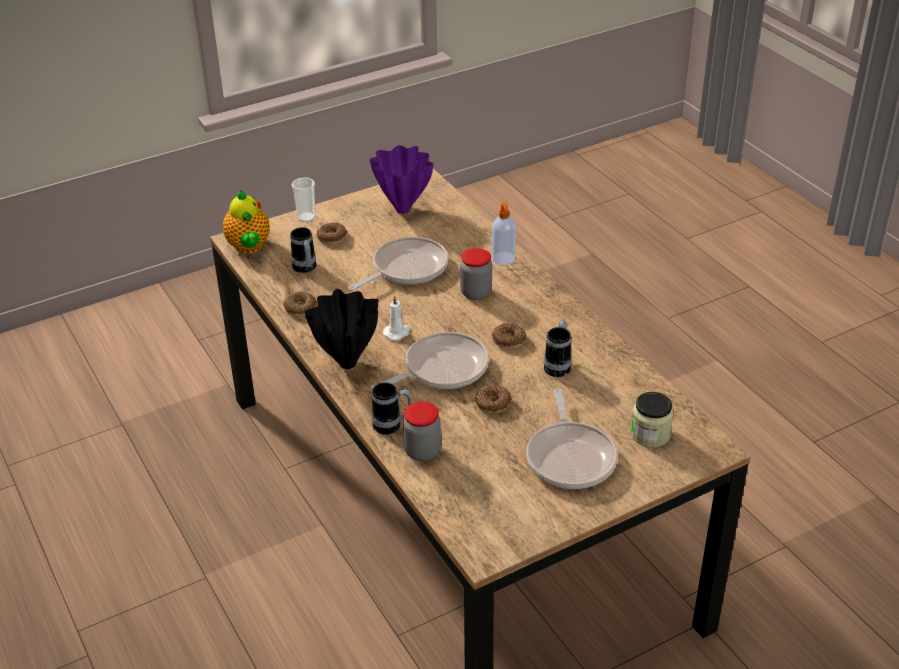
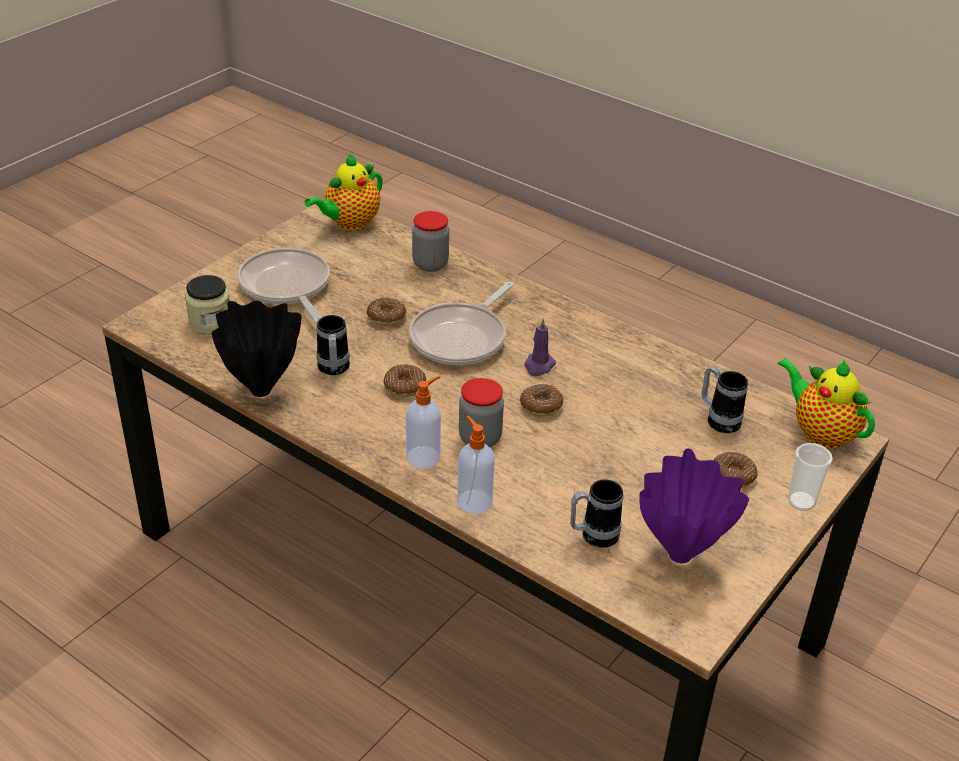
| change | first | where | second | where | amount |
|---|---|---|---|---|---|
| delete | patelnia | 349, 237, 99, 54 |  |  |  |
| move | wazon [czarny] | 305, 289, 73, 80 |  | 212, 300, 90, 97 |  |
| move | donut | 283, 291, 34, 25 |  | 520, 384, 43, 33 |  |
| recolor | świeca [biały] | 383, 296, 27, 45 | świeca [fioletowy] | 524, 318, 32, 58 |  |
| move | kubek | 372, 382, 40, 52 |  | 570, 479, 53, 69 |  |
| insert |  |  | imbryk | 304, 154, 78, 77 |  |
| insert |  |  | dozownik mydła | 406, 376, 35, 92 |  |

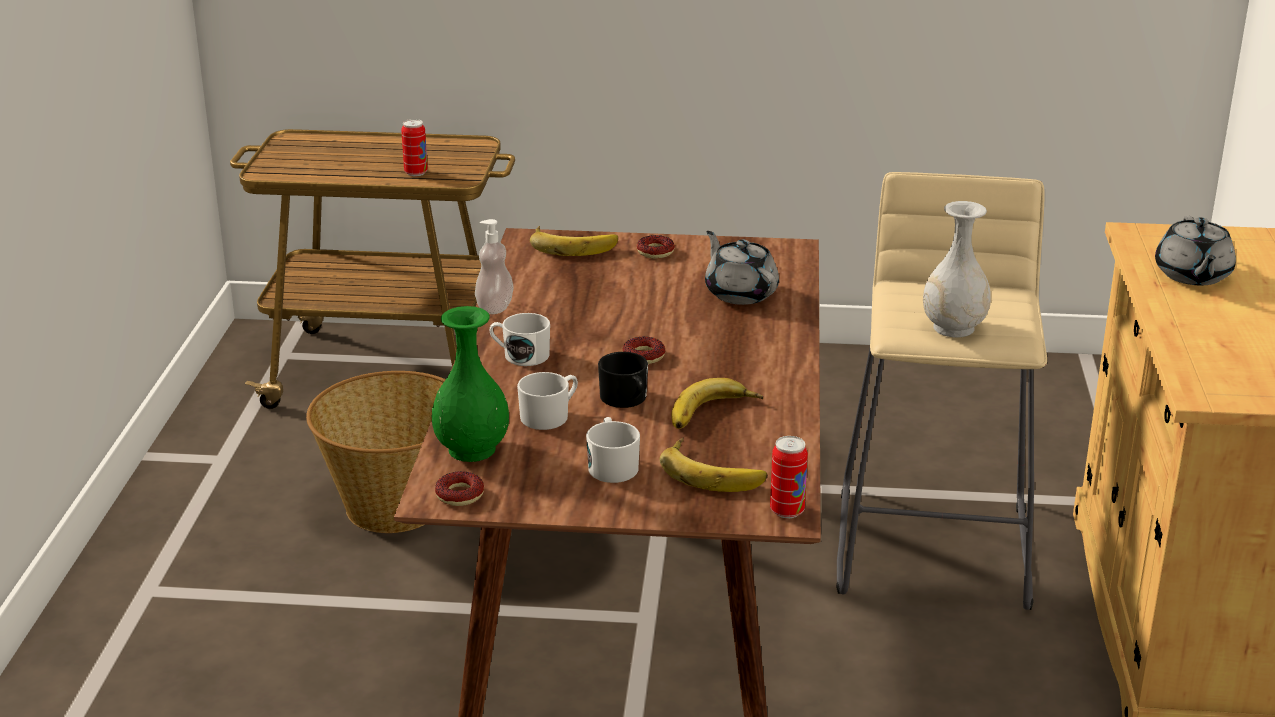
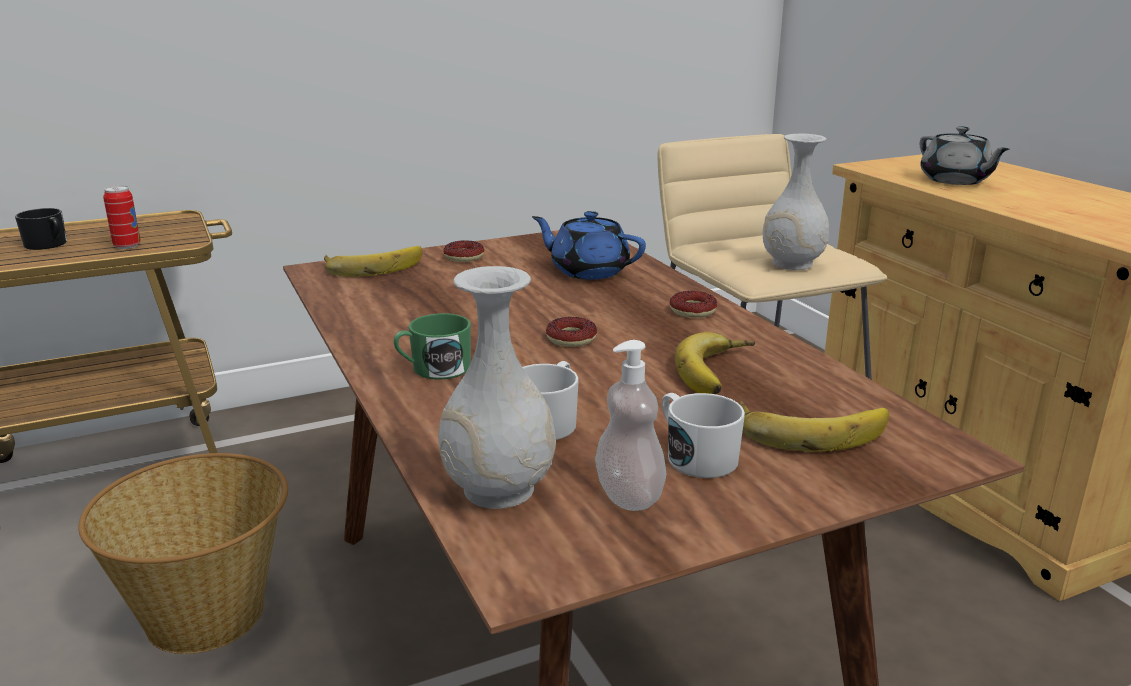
| change | first | where | second | where | amount |
|---|---|---|---|---|---|
| move | dozownik mydła | 475, 219, 39, 95 |  | 595, 340, 71, 171 |  |
| recolor | imbryk [szary] | 705, 231, 74, 74 | imbryk [niebieski] | 532, 211, 114, 69 |  |
| recolor | wazon [zielony] | 432, 306, 77, 156 | wazon [biały] | 438, 266, 118, 243 |  |
| recolor | kubek [biały] | 489, 313, 61, 53 | kubek [zielony] | 393, 313, 78, 67 |  |
| move | kubek [czarny] | 598, 352, 50, 56 |  | 15, 208, 52, 42 |  |
| delete | puszka | 770, 436, 38, 82 |  |  |  |
| move | donut | 435, 471, 49, 35 |  | 670, 291, 47, 27 |  |

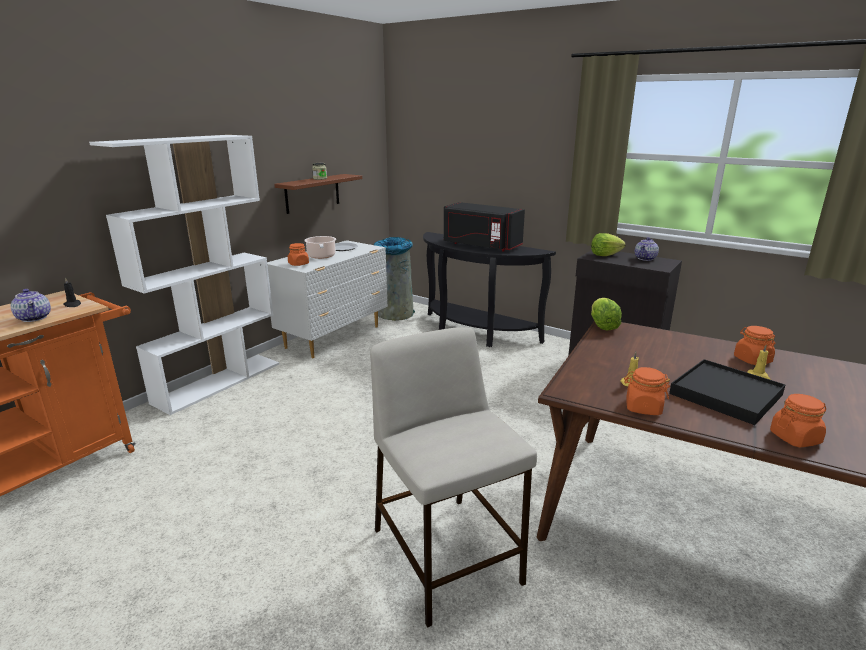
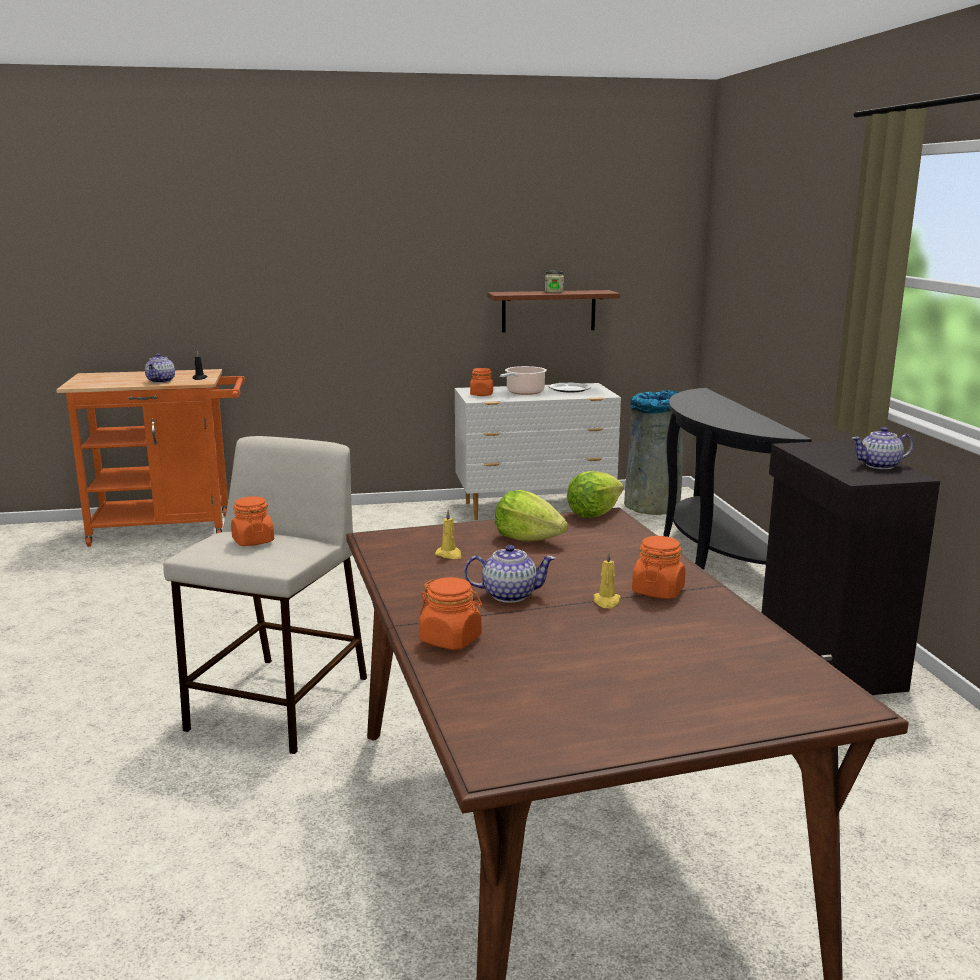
| change | first | where | second | where | amount |
|---|---|---|---|---|---|
| delete | regał [biały] | 89, 135, 190, 280 |  |  |  |
| delete | mikrofalówka [czarny] | 444, 202, 81, 49 |  |  |  |
| move | sałata | 591, 233, 35, 23 |  | 495, 490, 73, 51 |  |
| replace | taca [czarny] | 669, 359, 116, 66 | imbryk | 464, 545, 92, 58 |  |
| move | słoik [pomarańczowy] | 624, 367, 46, 48 |  | 231, 496, 43, 50 |  |

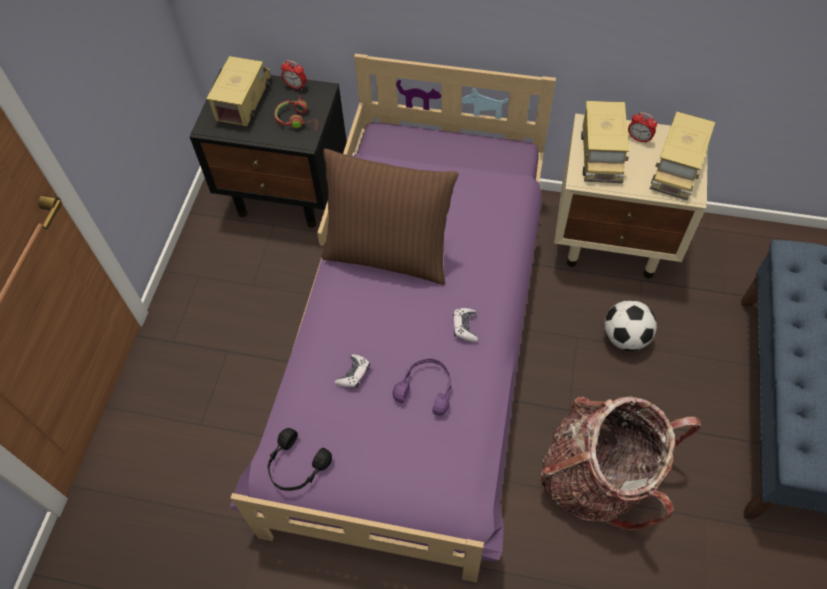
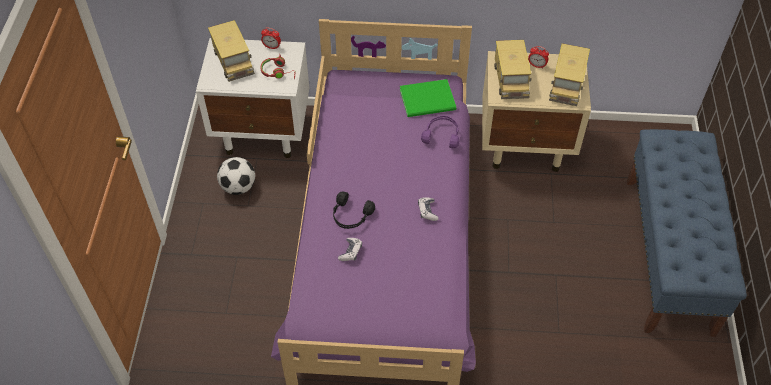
| change | first | where | second | where | amount |
|---|---|---|---|---|---|
| rotate | ciężarówka zabawkowa | 206, 56, 66, 70 |  | 208, 20, 47, 62 | 150 degrees clockwise |
| recolor | szafka nocna [czarny] | 190, 69, 157, 159 | szafka nocna [biały] | 196, 38, 113, 120 |  |
| delete | poduszka [brązowy] | 322, 149, 137, 136 |  |  |  |
| move | piłka futbolowa | 604, 300, 53, 51 |  | 217, 157, 38, 38 |  |
| move | słuchawki [fioletowy] | 392, 358, 59, 57 |  | 421, 115, 39, 33 |  |
| delete | plecak | 541, 396, 160, 134 |  |  |  |
| move | słuchawki [czarny] | 267, 428, 65, 63 |  | 333, 191, 42, 38 |  |
| insert |  |  | książka [zielony] | 400, 79, 56, 38 |  |

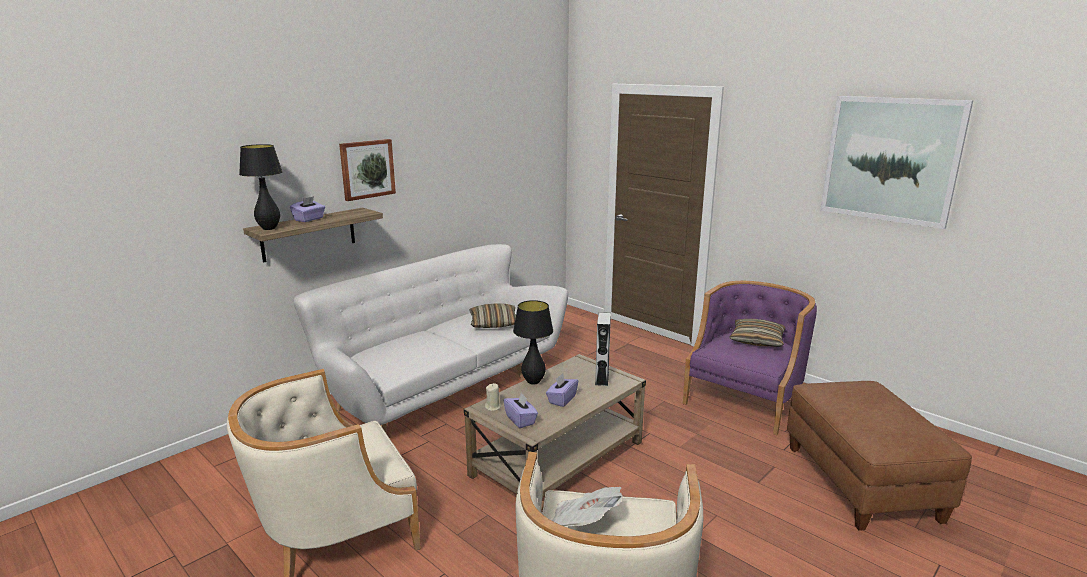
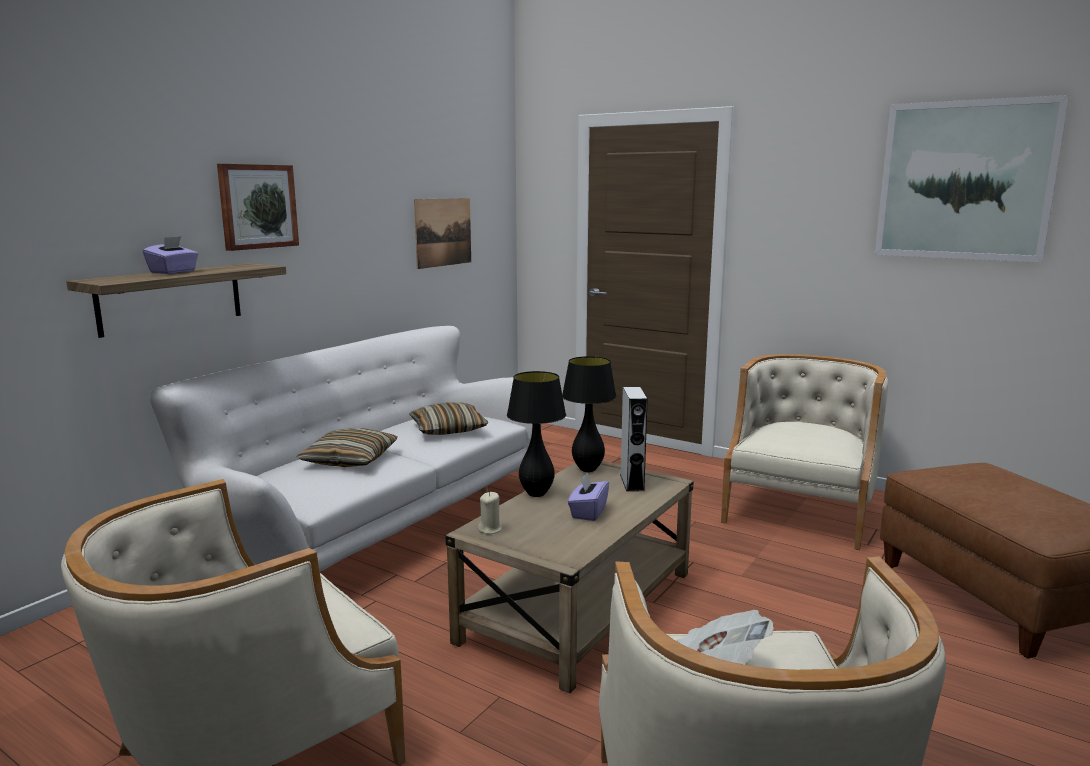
| change | first | where | second | where | amount |
|---|---|---|---|---|---|
| move | lampa stołowa [czarny] | 239, 144, 43, 86 |  | 562, 356, 54, 116 |  |
| recolor | fotel [fioletowy] | 683, 281, 134, 154 | fotel [beżowy] | 721, 354, 167, 196 |  |
| move | poduszka | 729, 319, 56, 28 |  | 296, 428, 101, 39 |  |
| delete | pudełko chusteczek [fioletowy] | 503, 393, 35, 35 |  |  |  |
| insert |  |  | obraz | 414, 198, 57, 71 |  |

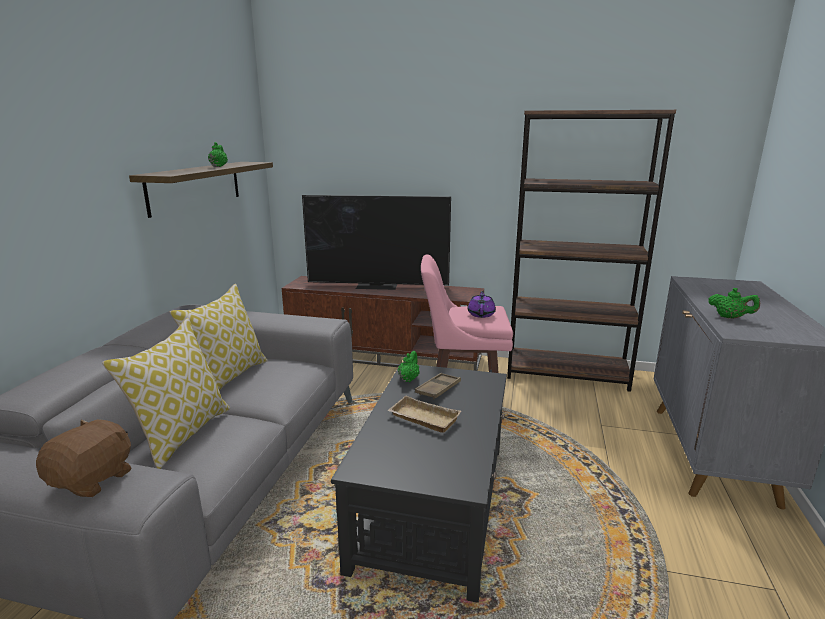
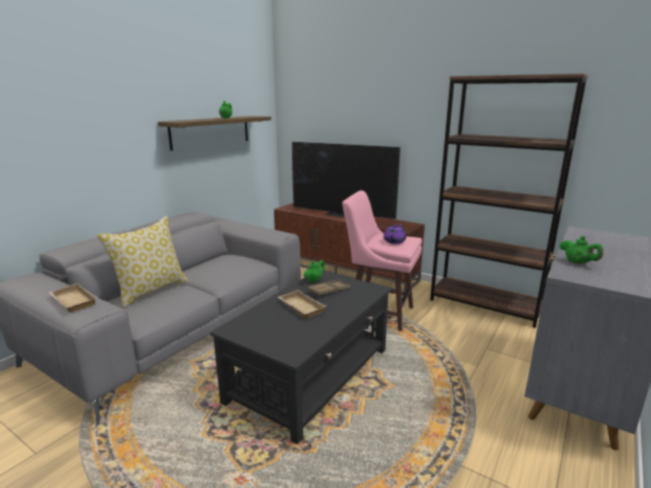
| change | first | where | second | where | amount |
|---|---|---|---|---|---|
| delete | poduszka | 170, 284, 98, 107 |  |  |  |
| replace | pluszak [brązowy] | 36, 419, 95, 78 | taca [beżowy] | 48, 283, 49, 29 |  |

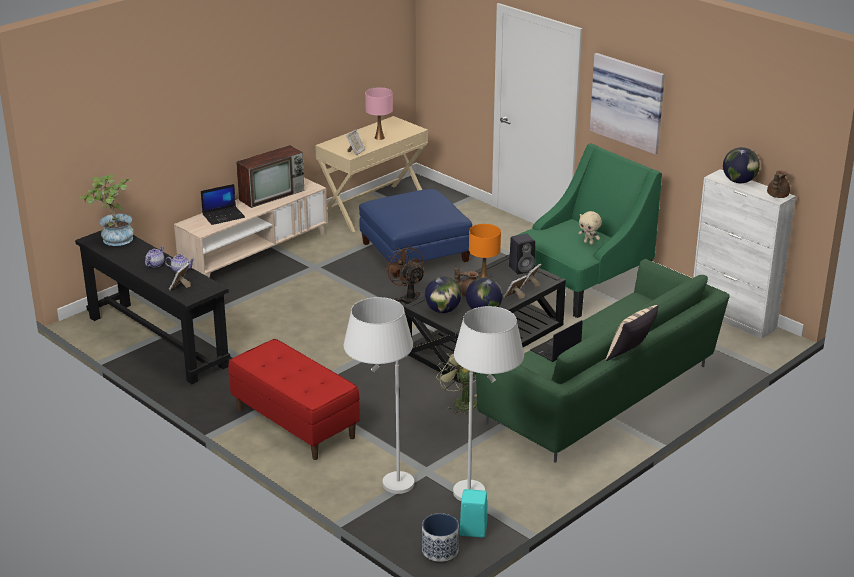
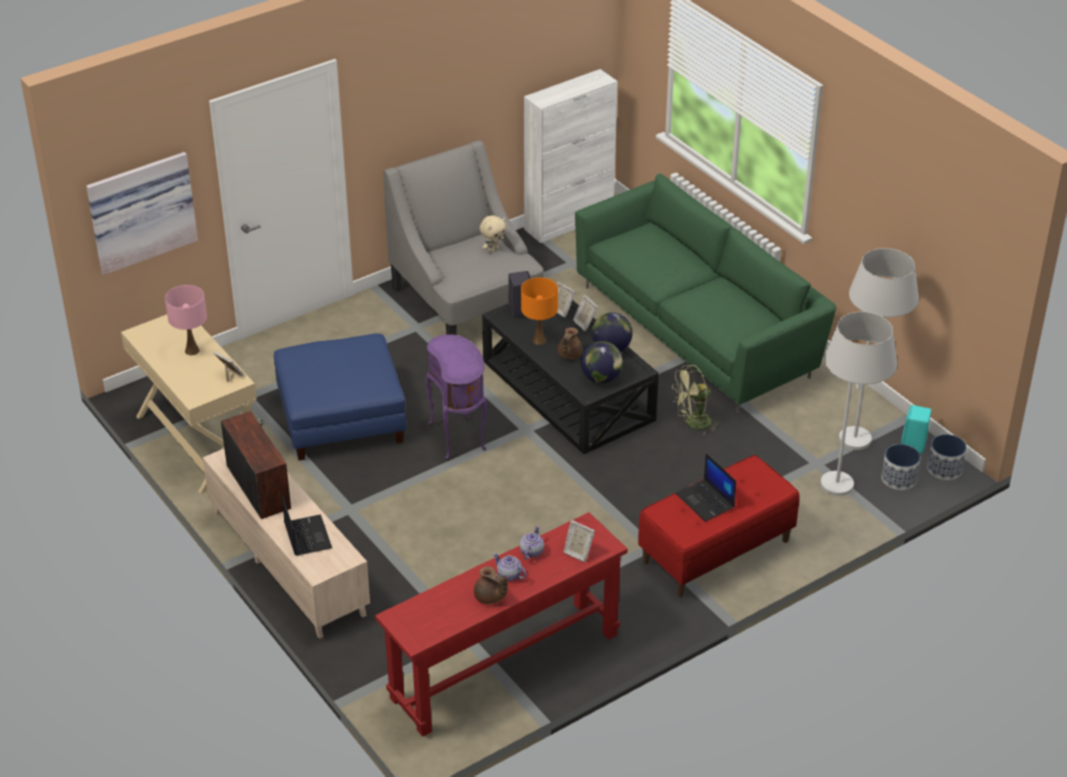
| change | first | where | second | where | amount |
|---|---|---|---|---|---|
| move | obraz | 590, 53, 75, 101 |  | 86, 152, 112, 123 |  |
| recolor | fotel [zielony] | 515, 143, 147, 175 | fotel [szary] | 383, 140, 161, 195 |  |
| delete | globus | 723, 147, 37, 36 |  |  |  |
| move | imbryk [brązowy] | 767, 170, 23, 28 |  | 474, 566, 34, 38 |  |
| delete | roślina doniczkowa | 80, 174, 54, 72 |  |  |  |
| recolor | stolik konsolowy [czarny] | 75, 230, 155, 154 | stolik konsolowy [czerwony] | 375, 512, 253, 225 |  |
| replace | wentylator [brązowy] | 384, 245, 41, 59 | stolik [fioletowy] | 426, 334, 61, 126 |  |
| delete | poduszka [beżowy] | 605, 305, 53, 56 |  |  |  |
| move | laptop | 530, 320, 52, 42 |  | 676, 453, 60, 68 |  |
| insert |  |  | donica | 881, 444, 40, 46 |  |

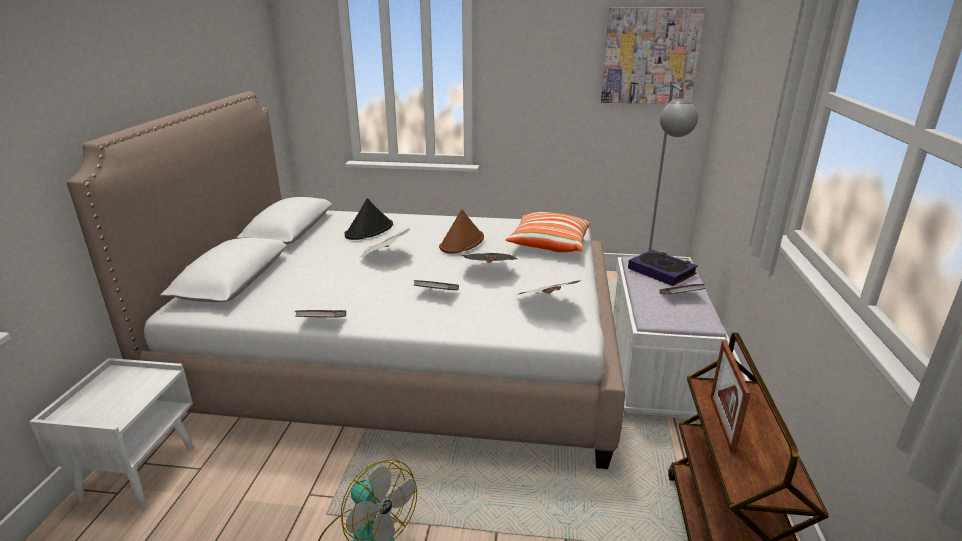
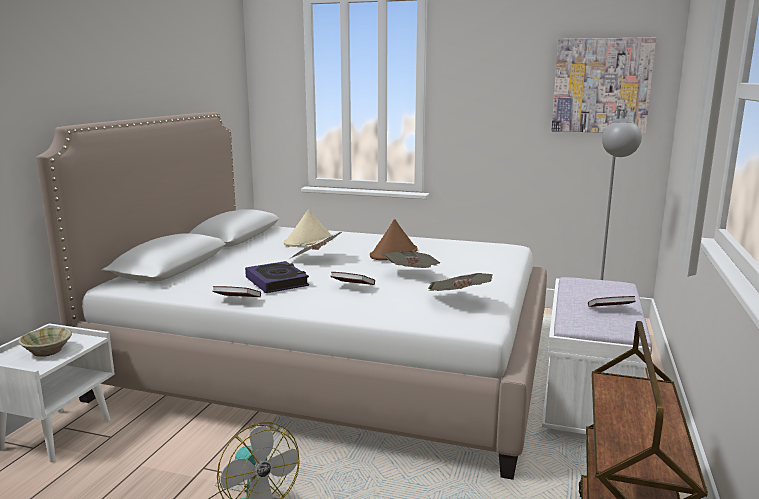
| change | first | where | second | where | amount |
|---|---|---|---|---|---|
| recolor | kapelusz [czarny] | 344, 198, 49, 42 | kapelusz [beżowy] | 284, 209, 48, 38 |  |
| delete | poduszka | 506, 212, 84, 40 |  |  |  |
| move | książka | 628, 250, 70, 36 |  | 245, 261, 64, 32 |  |
| delete | ramka na zdjęcie | 710, 340, 40, 114 |  |  |  |
| insert |  |  | miska [beżowy] | 18, 327, 54, 30 |  |

